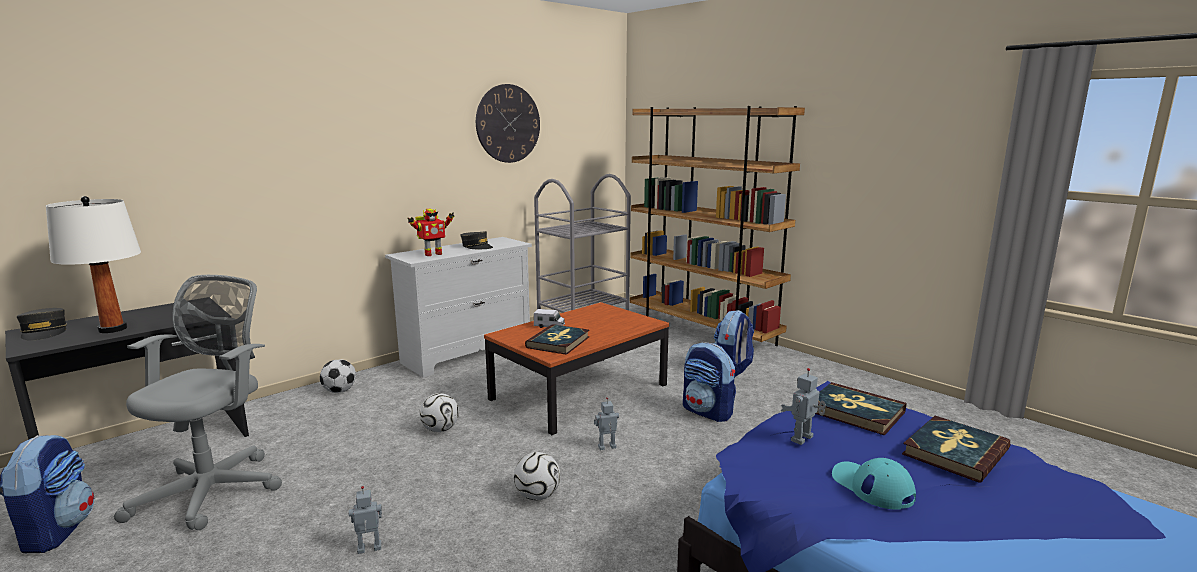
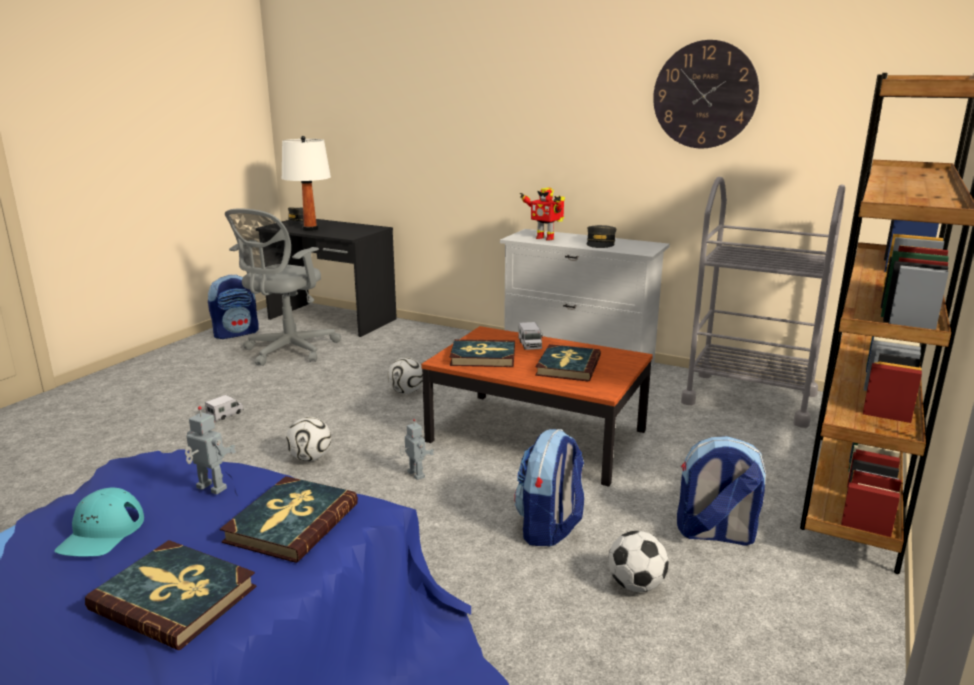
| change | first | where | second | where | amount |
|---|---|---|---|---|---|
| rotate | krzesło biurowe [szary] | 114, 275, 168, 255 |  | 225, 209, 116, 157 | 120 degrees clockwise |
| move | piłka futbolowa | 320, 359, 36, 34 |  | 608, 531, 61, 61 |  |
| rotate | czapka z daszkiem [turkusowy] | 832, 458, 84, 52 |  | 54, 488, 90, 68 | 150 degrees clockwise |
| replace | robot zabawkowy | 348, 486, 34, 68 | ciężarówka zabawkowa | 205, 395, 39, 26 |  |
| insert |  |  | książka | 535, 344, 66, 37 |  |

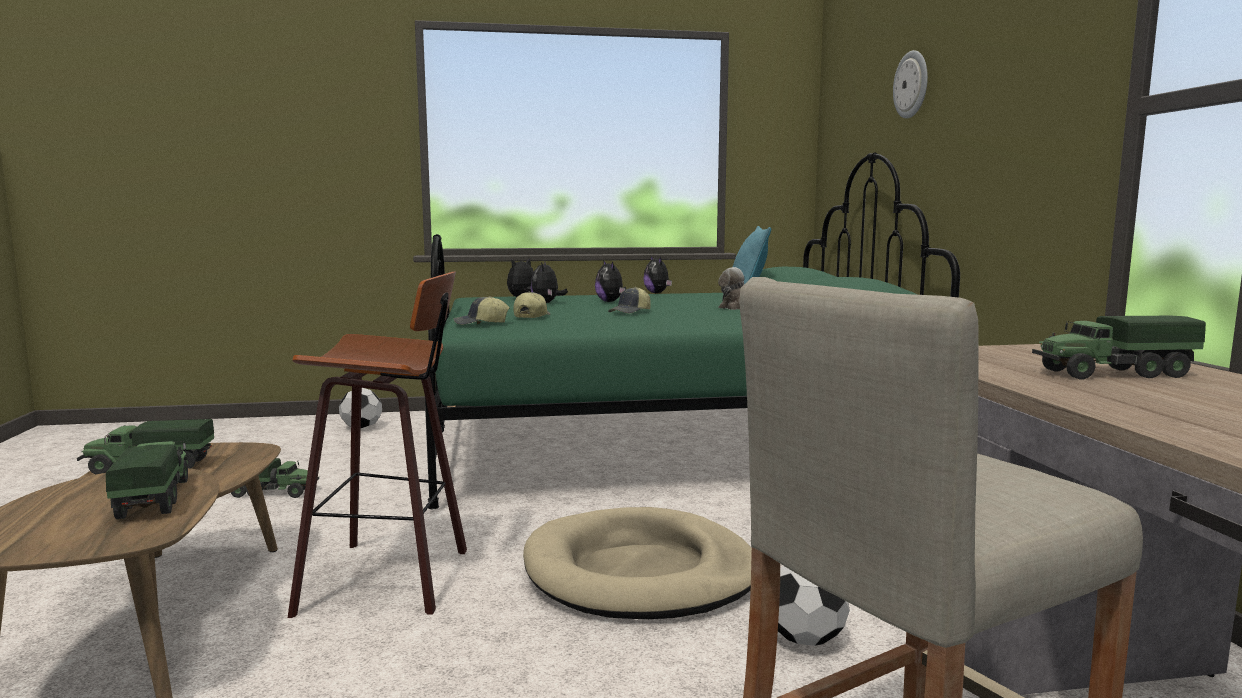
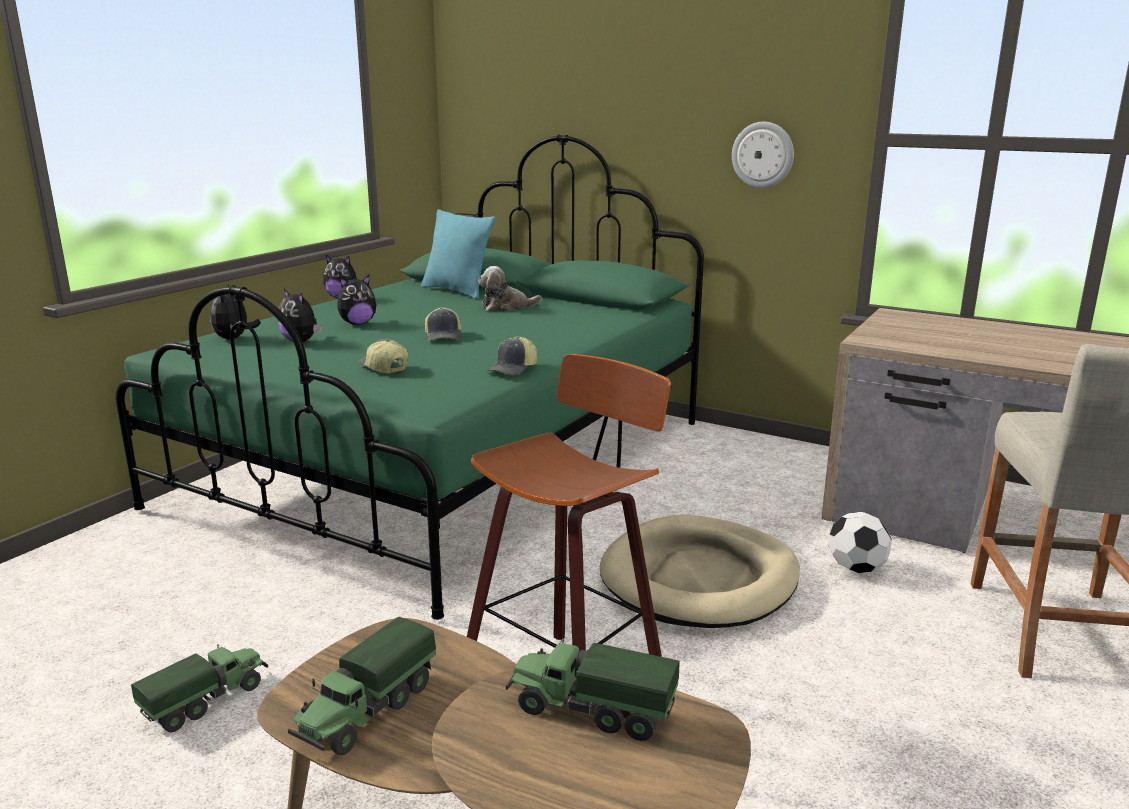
| change | first | where | second | where | amount |
|---|---|---|---|---|---|
| move | zegar ścienny | 893, 50, 35, 69 |  | 732, 122, 62, 66 |  |
| rotate | pluszak | 595, 260, 31, 42 |  | 337, 275, 39, 50 | 45 degrees counterclockwise |
| move | czapka z daszkiem | 454, 296, 56, 29 |  | 487, 336, 50, 40 |  |
| delete | ciężarówka zabawkowa | 1032, 316, 174, 63 |  |  |  |
| delete | piłka futbolowa | 339, 388, 43, 40 |  |  |  |

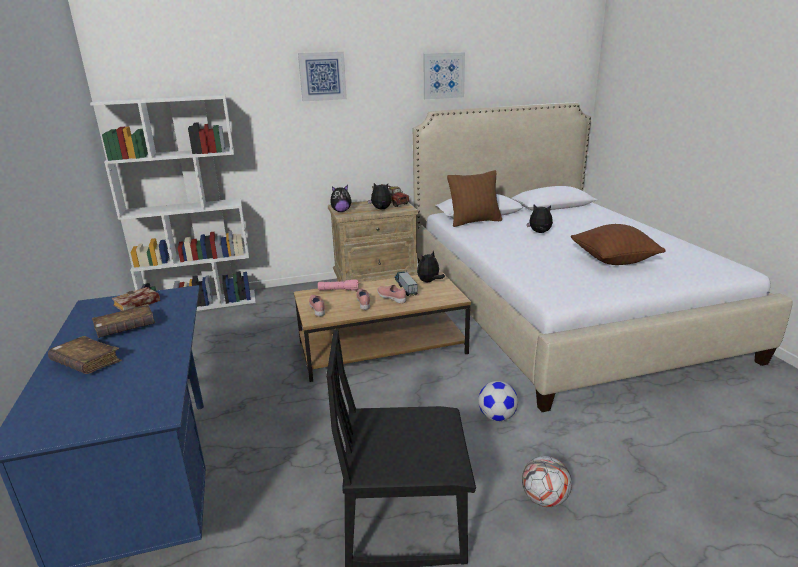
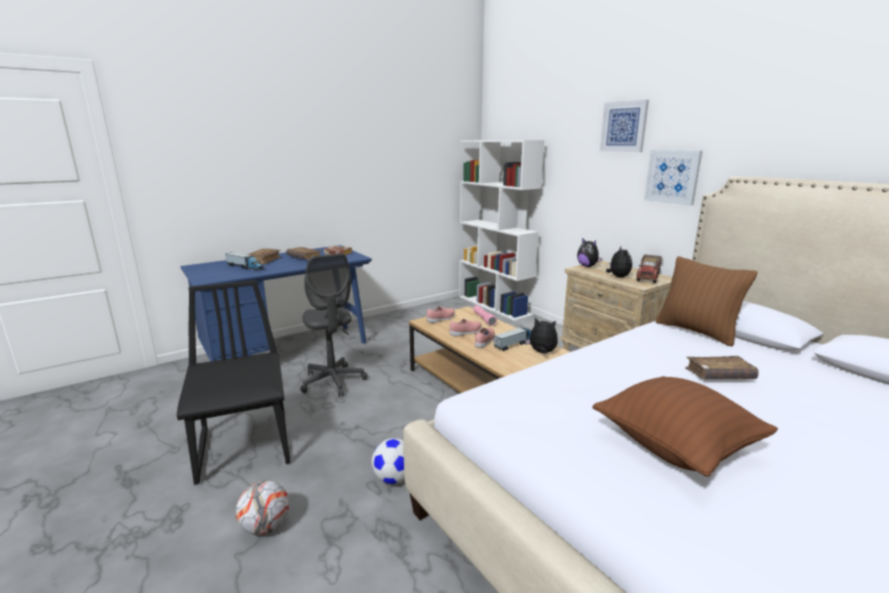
| change | first | where | second | where | amount |
|---|---|---|---|---|---|
| move | obraz | 423, 52, 42, 47 |  | 644, 150, 58, 55 |  |
| replace | pluszak | 527, 205, 26, 28 | książka [brązowy] | 685, 356, 74, 23 |  |
| insert |  |  | ciężarówka zabawkowa | 225, 252, 39, 19 |  |
| insert |  |  | krzesło biurowe [szary] | 300, 254, 67, 143 |  |

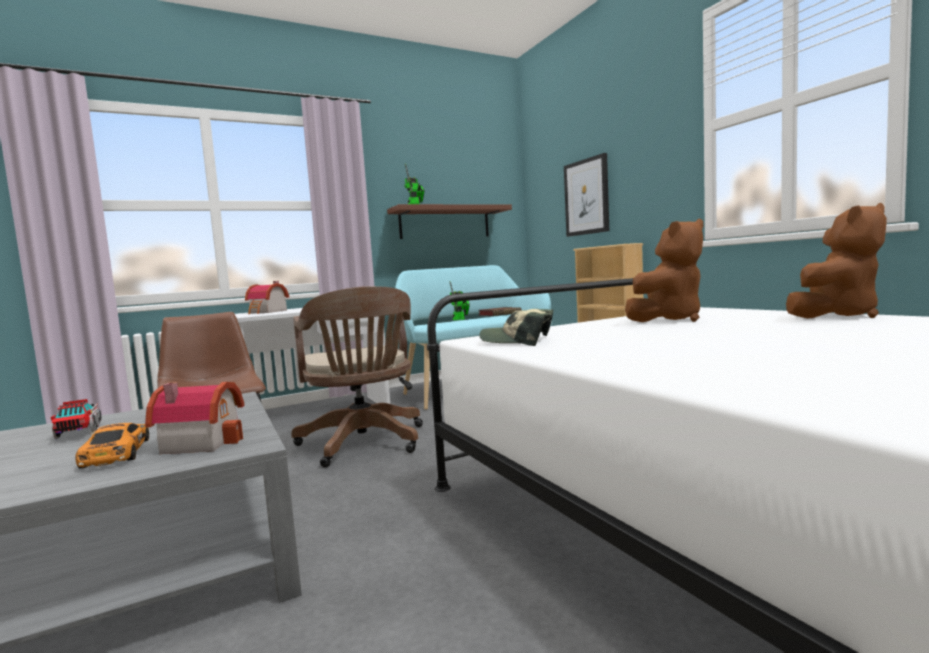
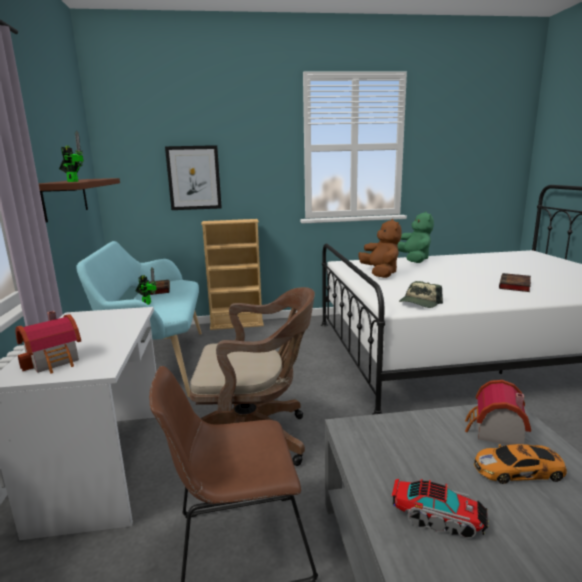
| change | first | where | second | where | amount |
|---|---|---|---|---|---|
| recolor | pluszak [brązowy] | 786, 203, 101, 115 | pluszak [zielony] | 398, 211, 36, 52 |  |
| rotate | ciężarówka zabawkowa | 51, 399, 50, 40 |  | 392, 479, 97, 59 | 150 degrees counterclockwise |
| insert |  |  | książka | 499, 273, 32, 19 |  |

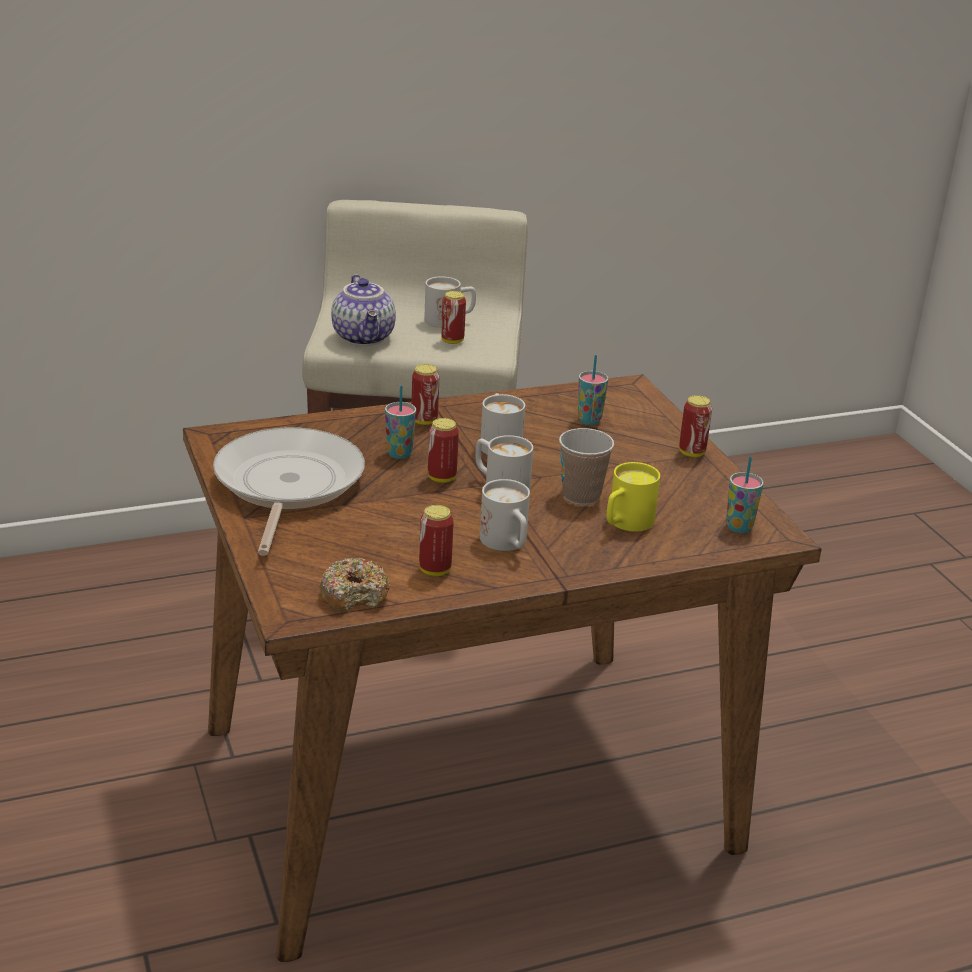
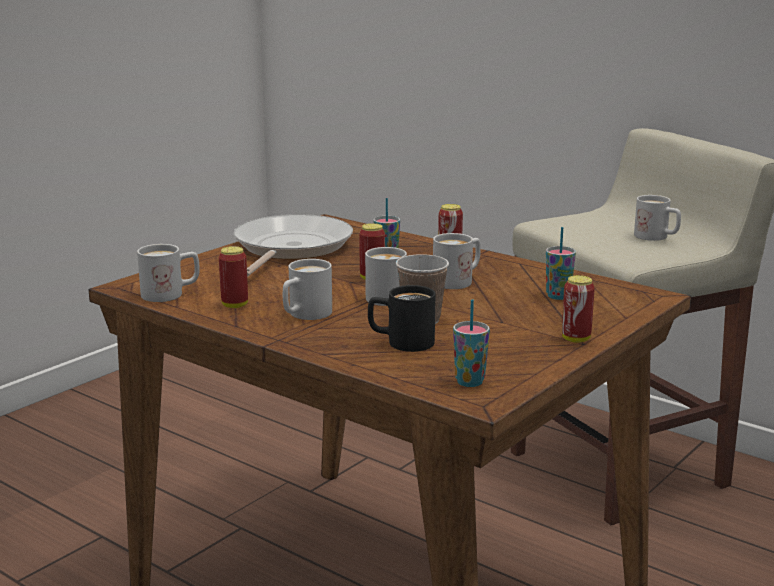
| change | first | where | second | where | amount |
|---|---|---|---|---|---|
| delete | imbryk | 331, 275, 65, 71 |  |  |  |
| delete | puszka | 441, 291, 25, 53 |  |  |  |
| rotate | patelnia | 213, 427, 152, 128 |  | 234, 214, 119, 63 | 45 degrees counterclockwise |
| recolor | kubek [żółty] | 607, 462, 53, 70 | kubek [czarny] | 368, 285, 67, 67 |  |
| replace | donut | 320, 558, 70, 54 | kubek [biały] | 137, 244, 63, 58 |  |

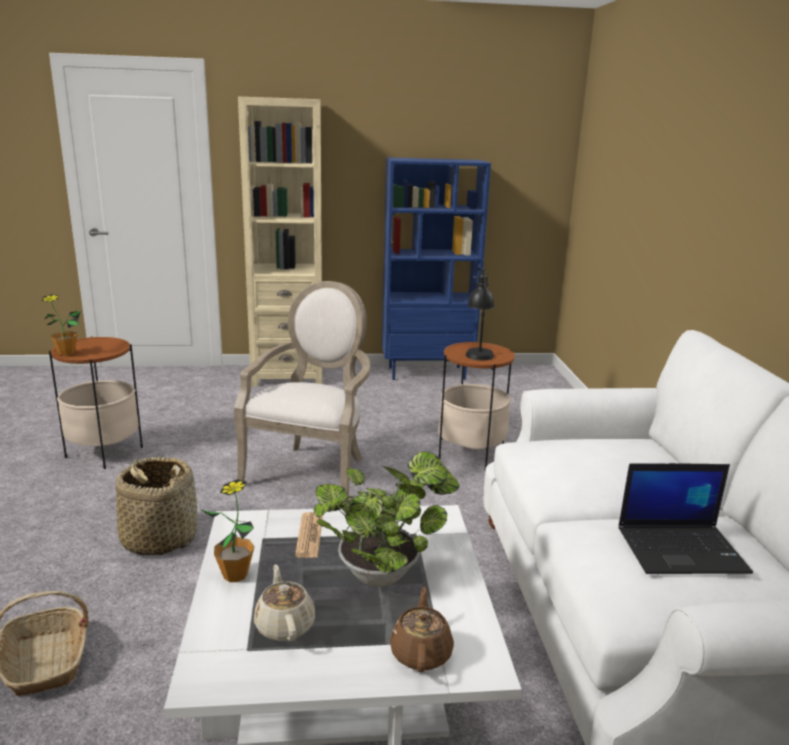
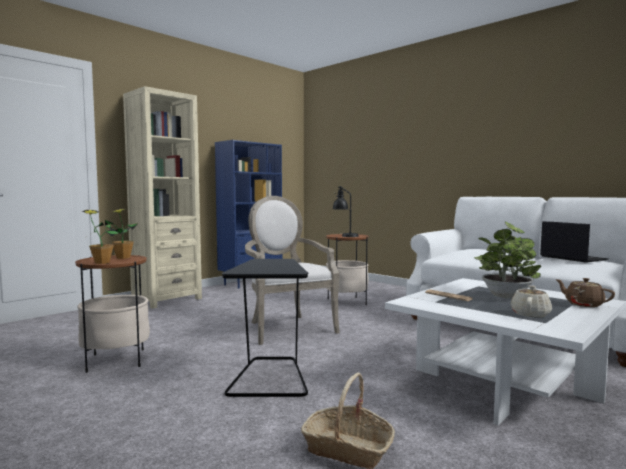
| change | first | where | second | where | amount |
|---|---|---|---|---|---|
| replace | koszyk | 116, 457, 81, 99 | stolik [czarny] | 222, 259, 86, 138 |  |
| rotate | laptop | 619, 463, 134, 111 |  | 540, 221, 69, 42 | 75 degrees counterclockwise |
| move | roślina doniczkowa | 200, 479, 55, 103 |  | 105, 209, 33, 50 |  |
| rotate | imbryk [beżowy] | 254, 564, 61, 77 |  | 511, 285, 41, 32 | 90 degrees clockwise |

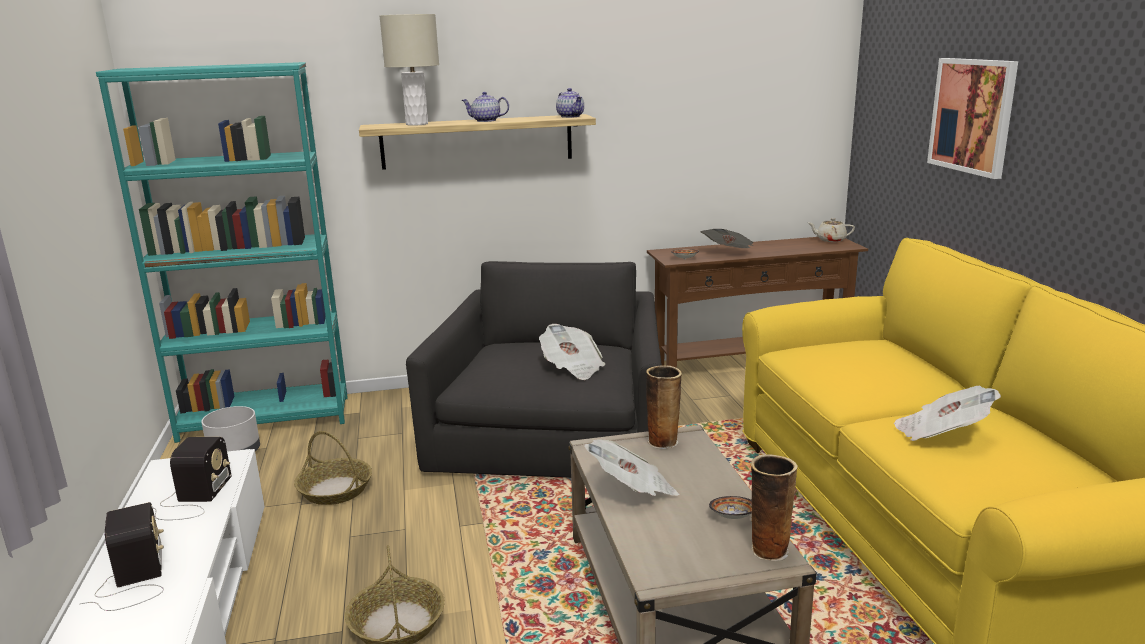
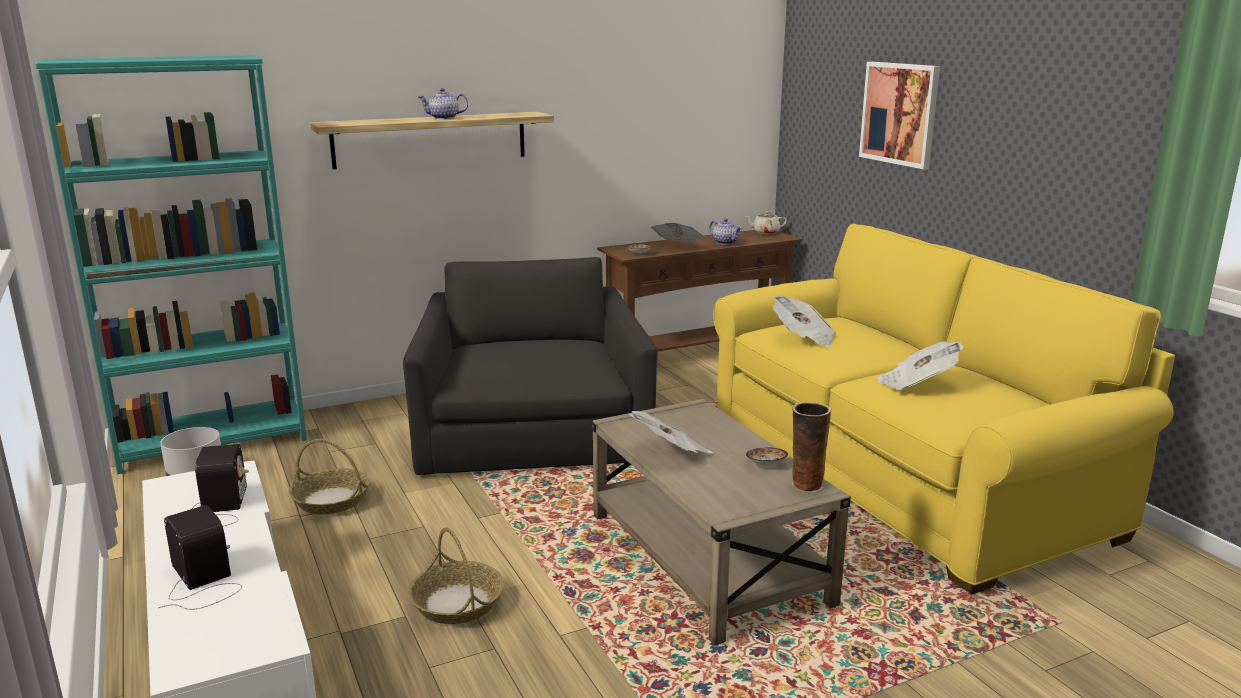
| change | first | where | second | where | amount |
|---|---|---|---|---|---|
| delete | lampa stołowa [beżowy] | 379, 14, 60, 112 |  |  |  |
| move | imbryk | 556, 88, 28, 30 |  | 709, 218, 33, 27 |  |
| move | gazeta | 539, 324, 66, 56 |  | 773, 295, 63, 52 |  |
| delete | wazon | 646, 366, 36, 83 |  |  |  |

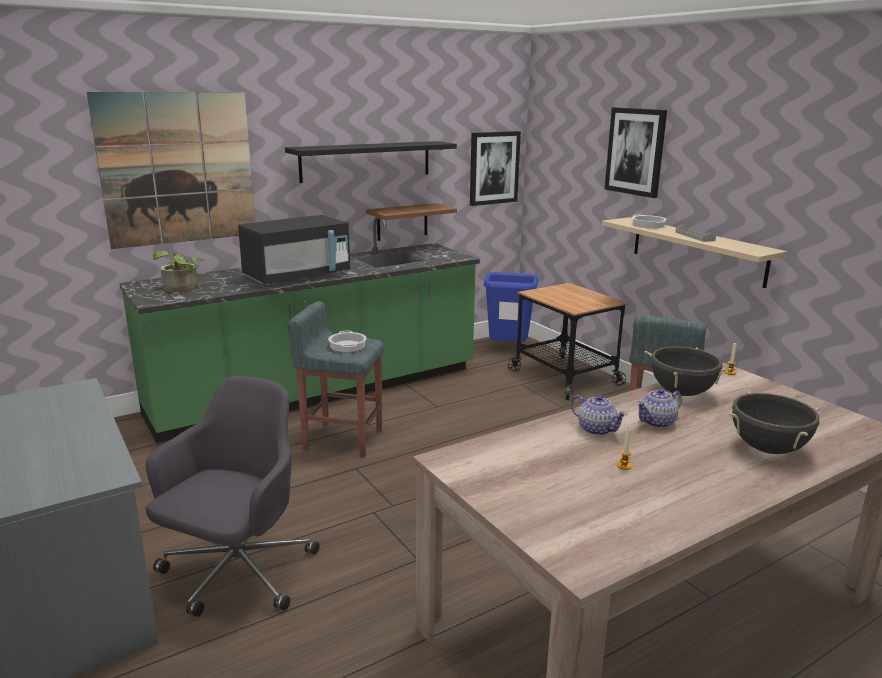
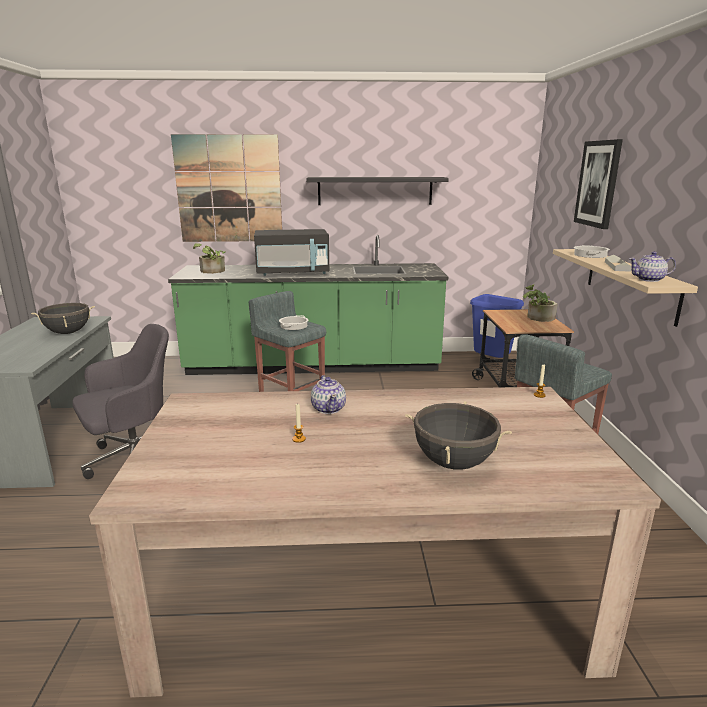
| change | first | where | second | where | amount |
|---|---|---|---|---|---|
| delete | obraz | 470, 131, 51, 75 |  |  |  |
| delete | półka [brązowy] | 366, 203, 91, 38 |  |  |  |
| move | garnek [czarny] | 645, 347, 86, 49 |  | 31, 303, 64, 31 |  |
| move | imbryk | 636, 389, 46, 39 |  | 629, 251, 47, 31 |  |
| insert |  |  | roślina doniczkowa | 523, 284, 35, 38 |  |

